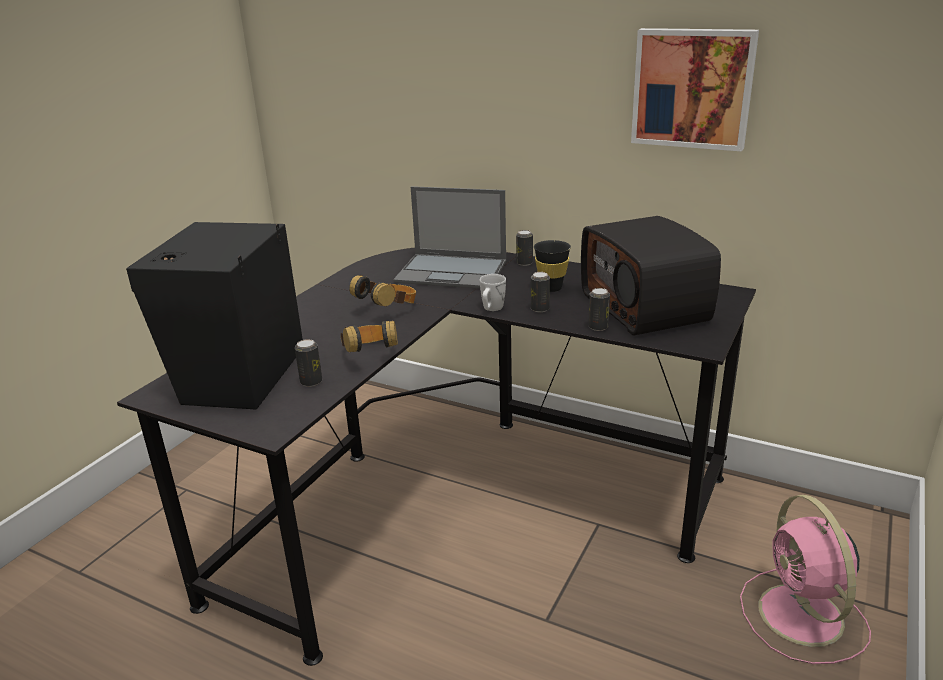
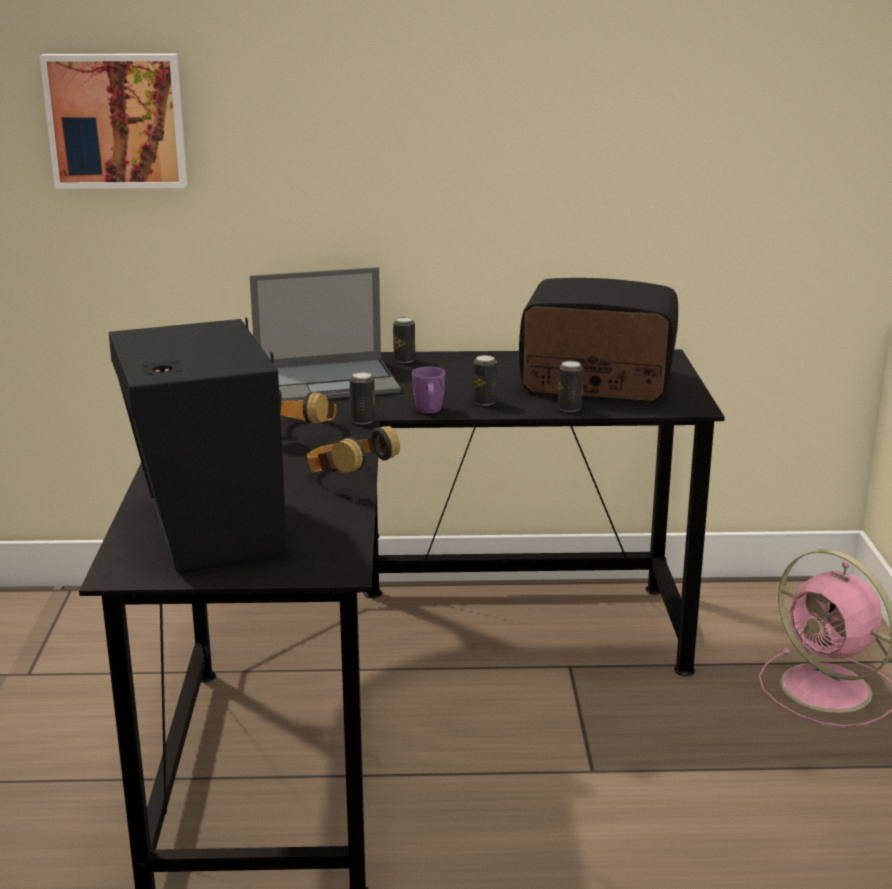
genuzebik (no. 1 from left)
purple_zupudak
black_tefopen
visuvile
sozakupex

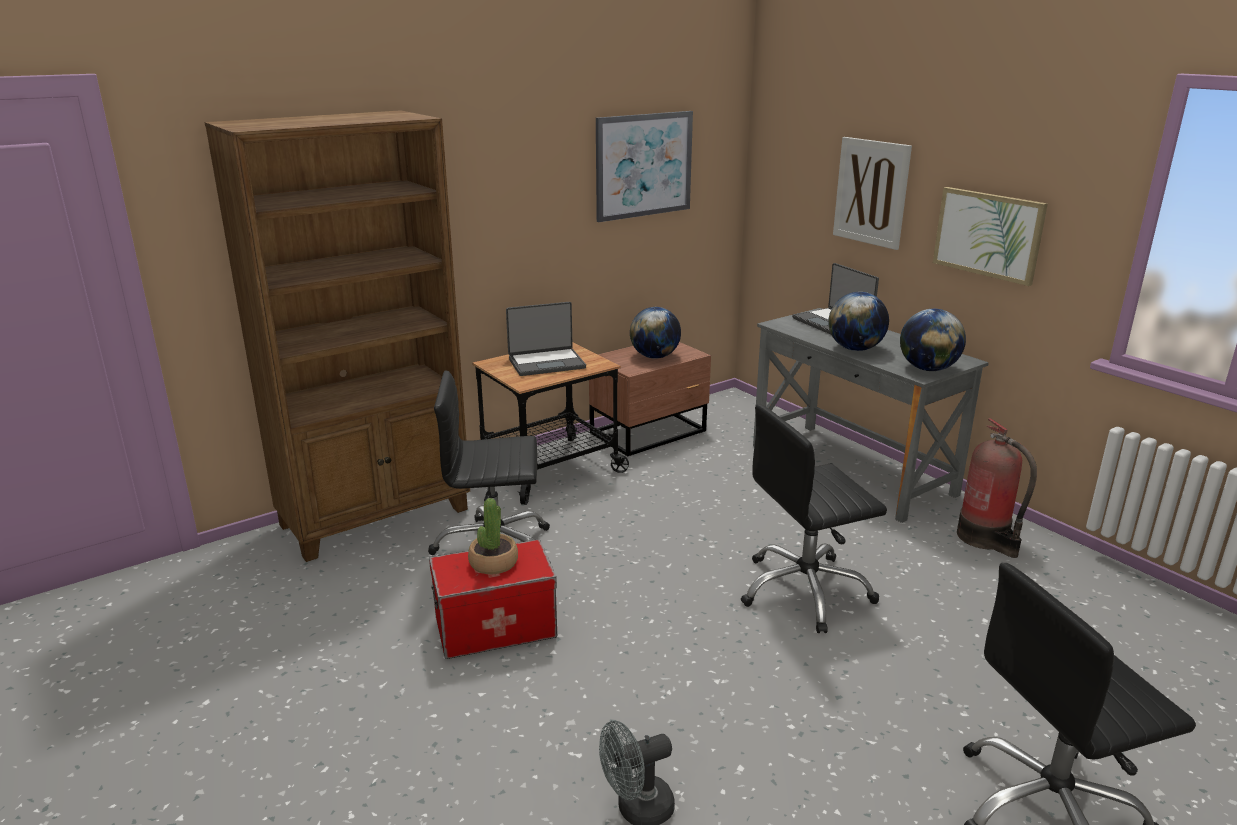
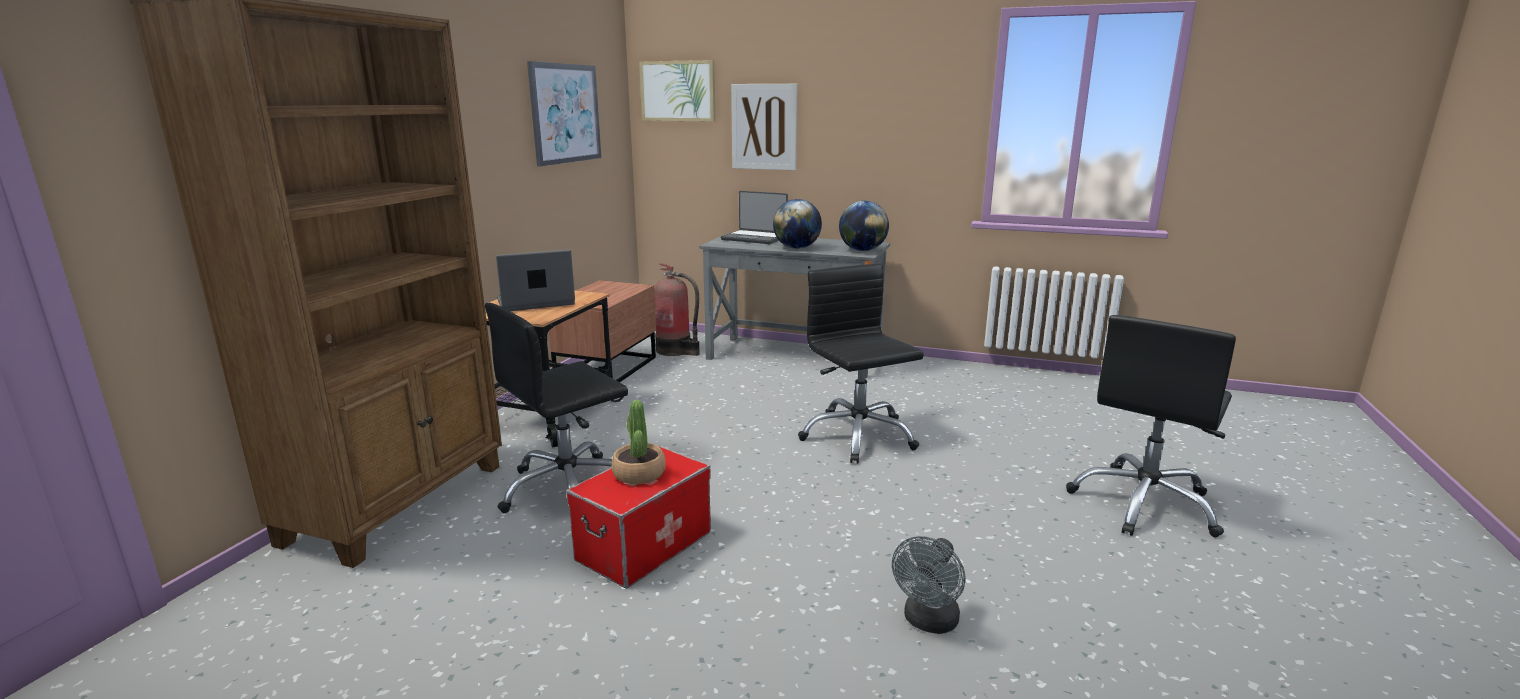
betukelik (no. 1 from left)
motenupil (no. 1 from left in the first image)
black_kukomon (no. 2 from left)
sozakupex (no. 2 from left)
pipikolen

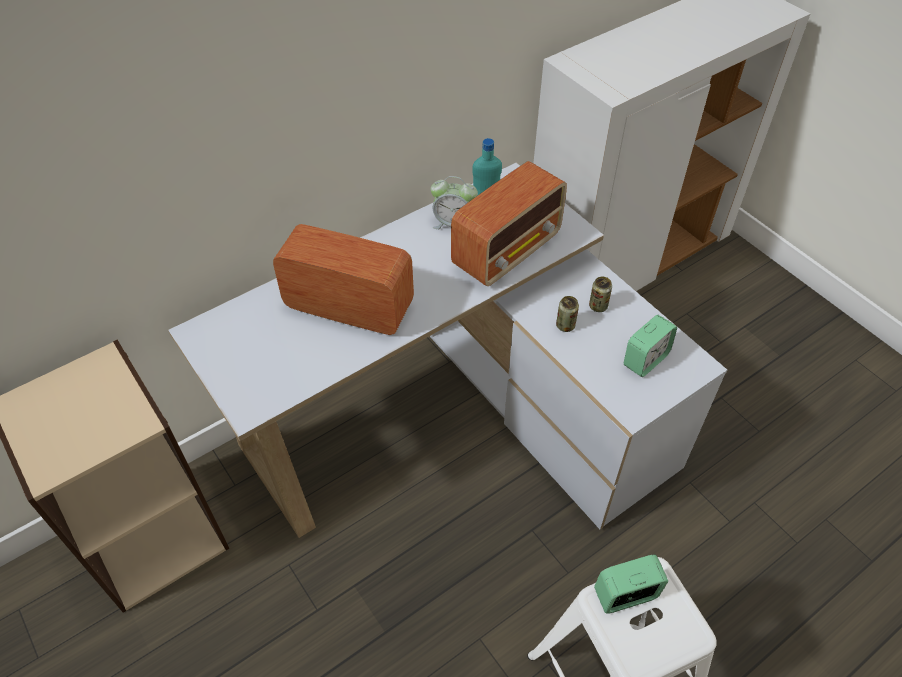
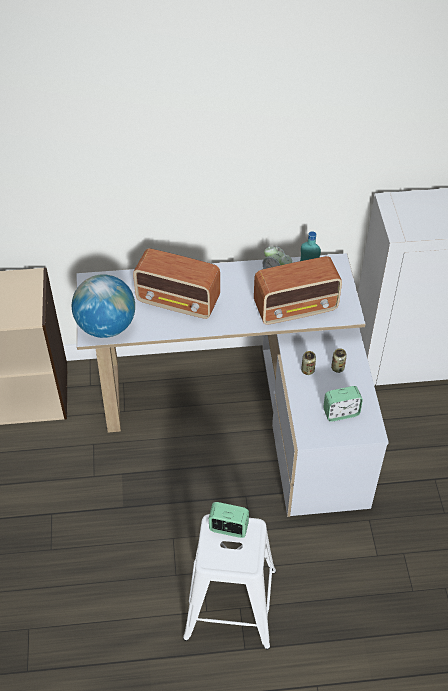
visuvile (no. 1 from left)
motenupil

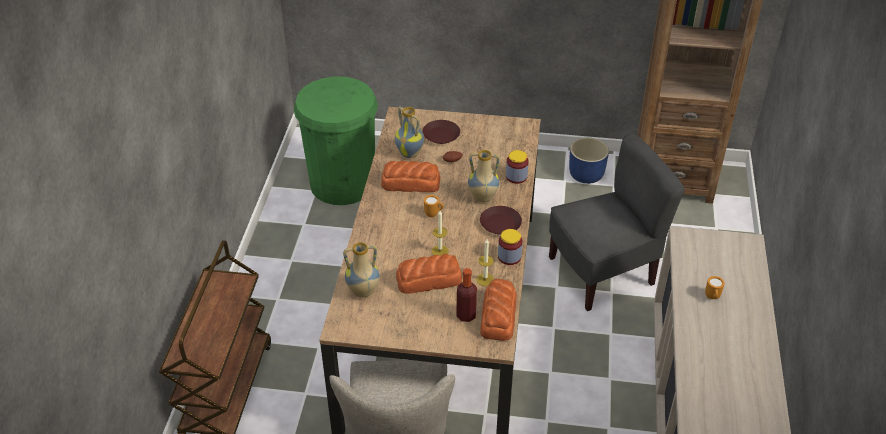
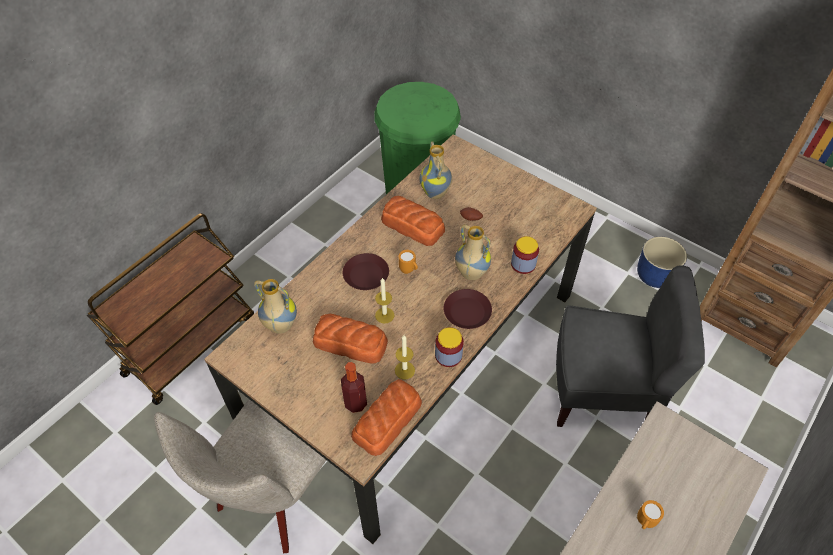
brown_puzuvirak (no. 1 from left)

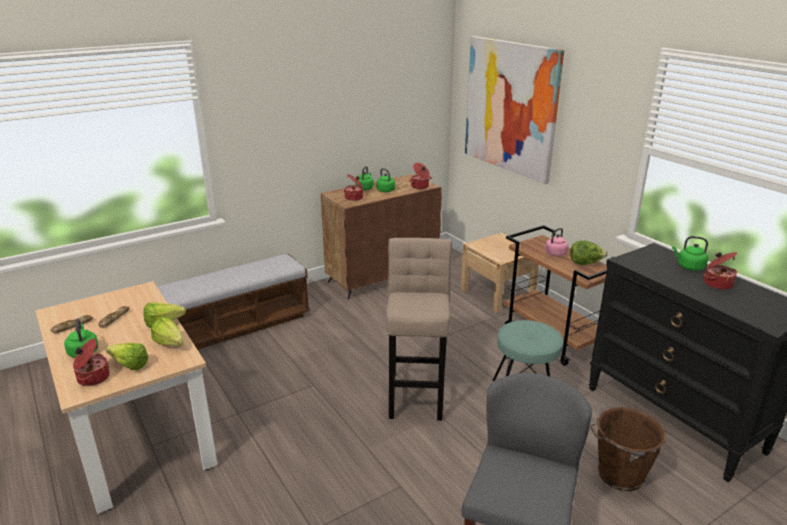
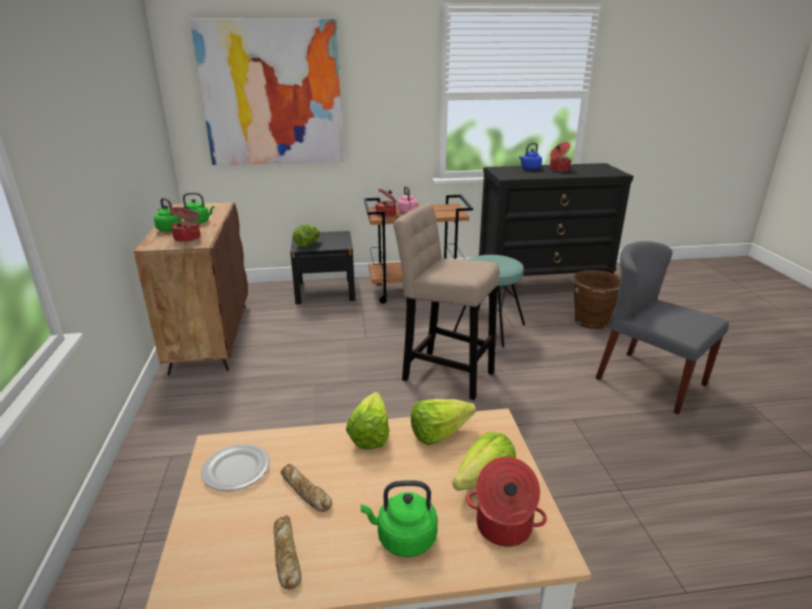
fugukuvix
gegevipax (no. 2 from left)
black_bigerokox
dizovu (no. 1 from left)
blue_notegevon
puzuvirak

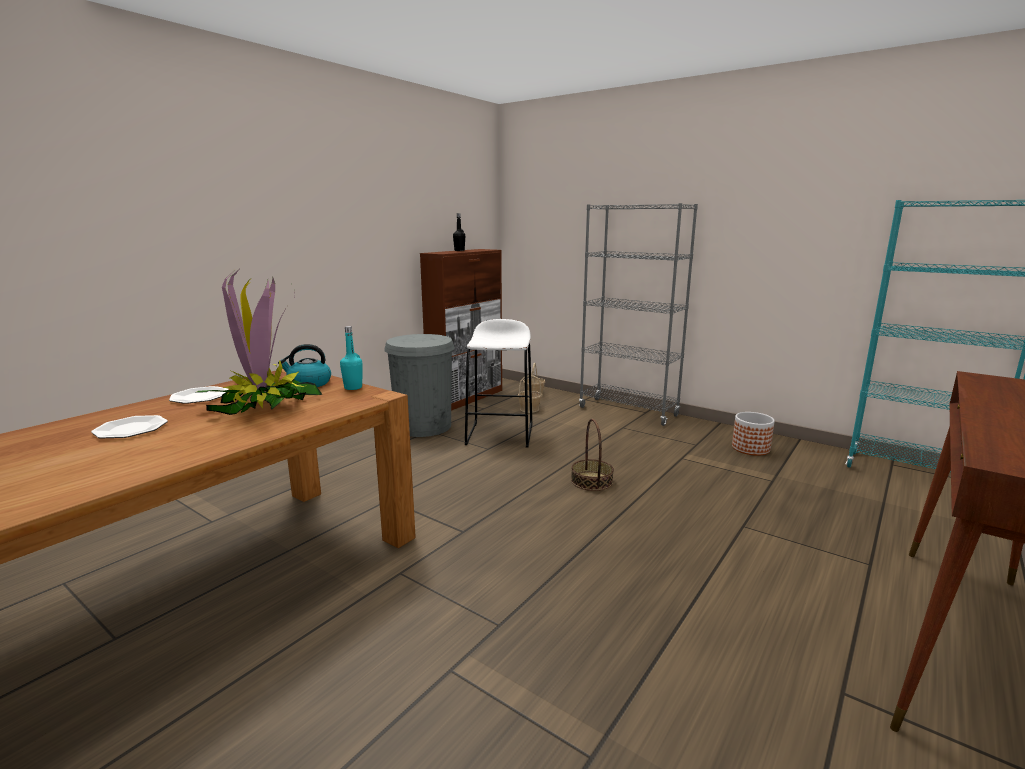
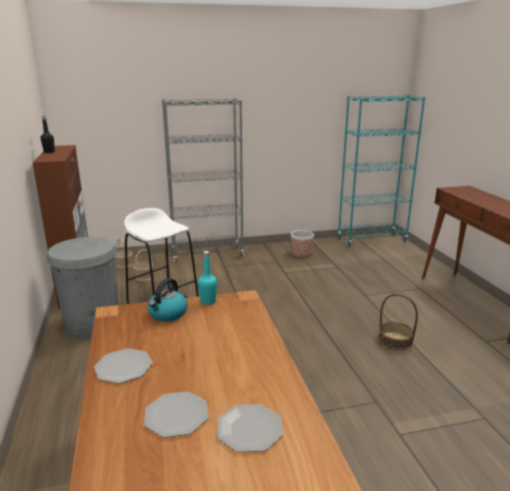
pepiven
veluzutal (no. 3 from left)
puzuvirak (no. 3 from left)

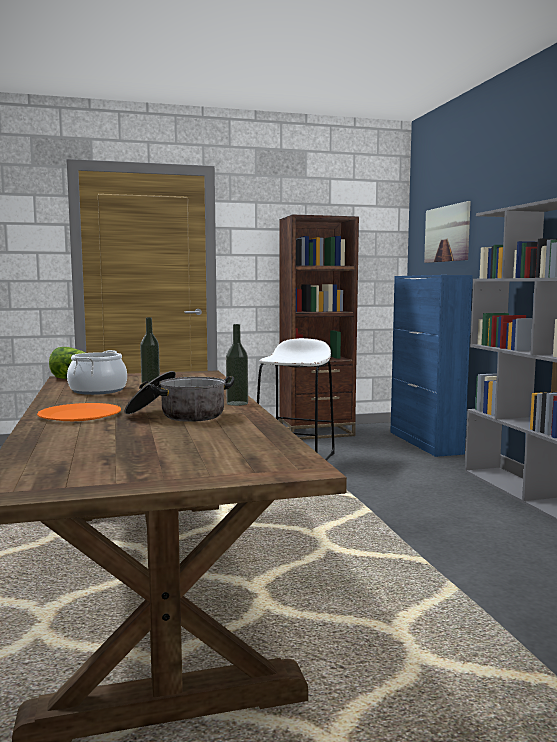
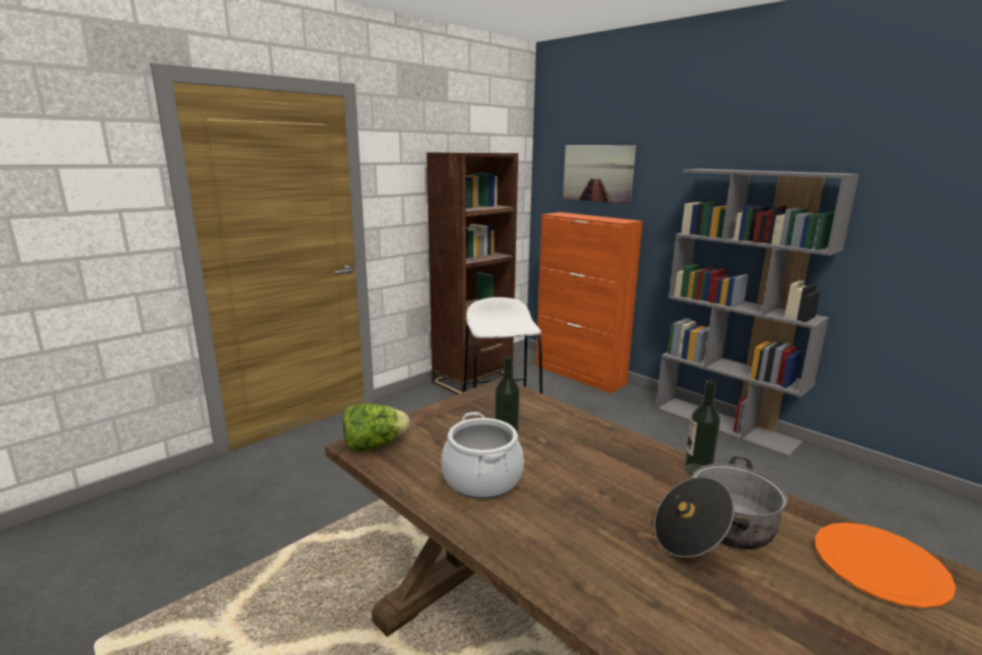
orange_puzuvirak
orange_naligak

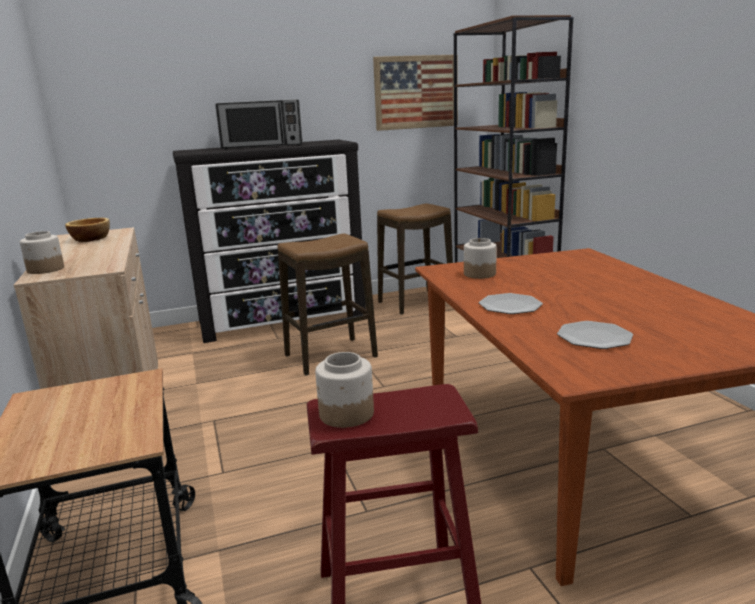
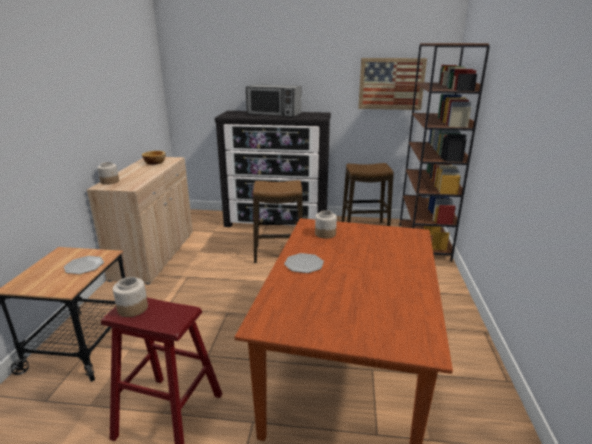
puzuvirak (no. 1 from left)

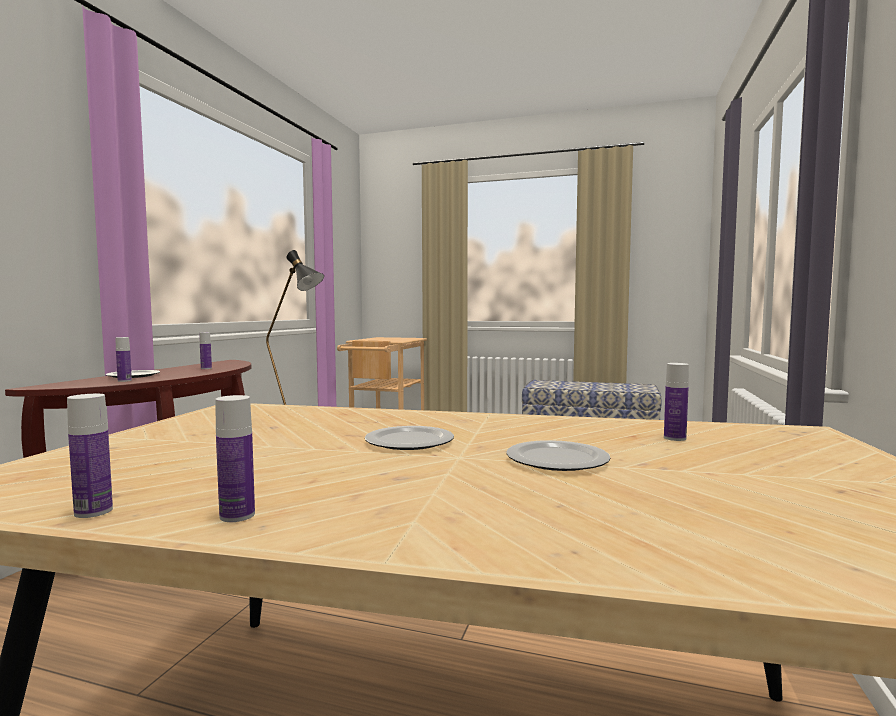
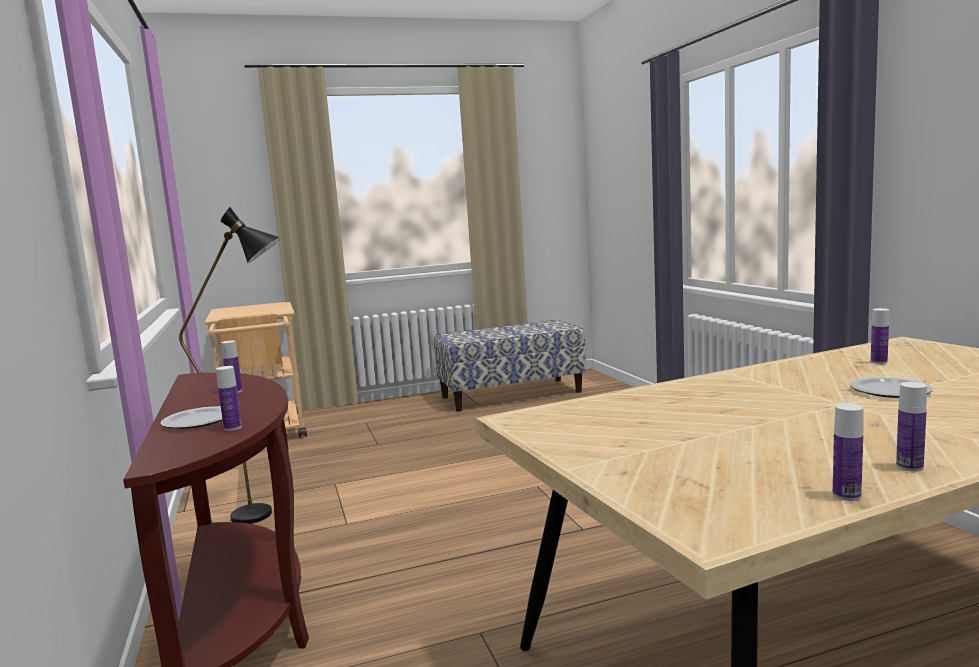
puzuvirak (no. 2 from left in the first image)

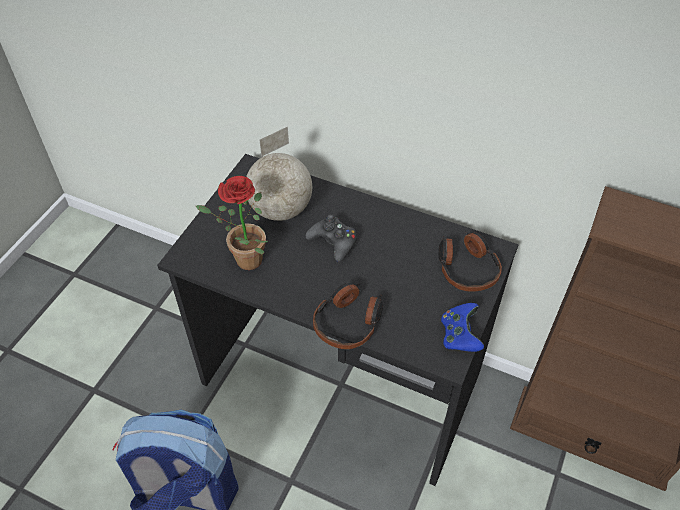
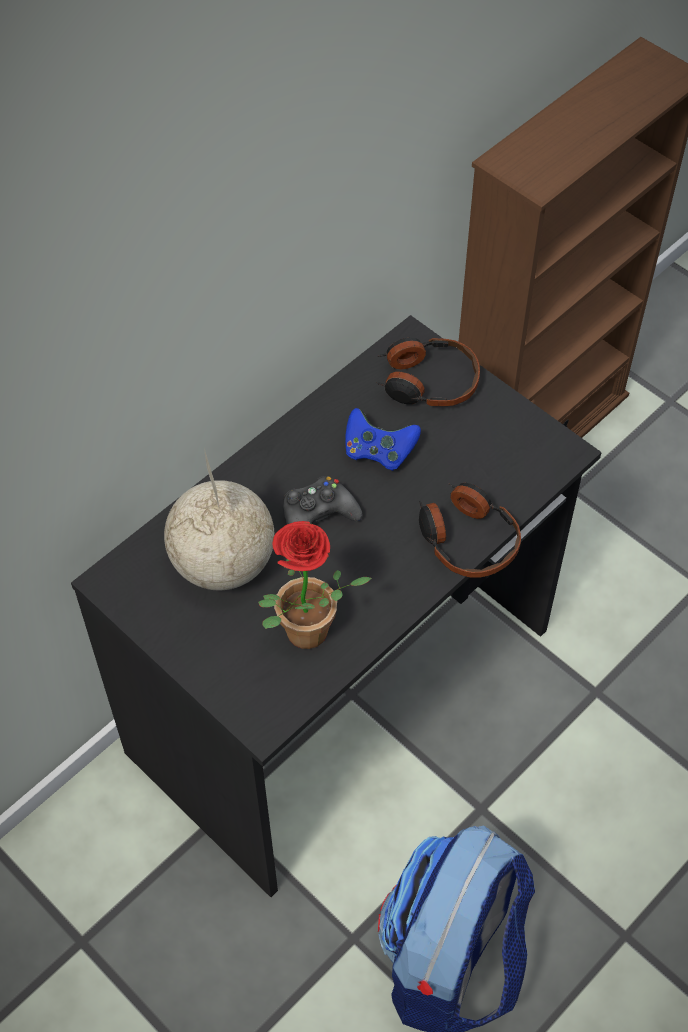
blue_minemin

